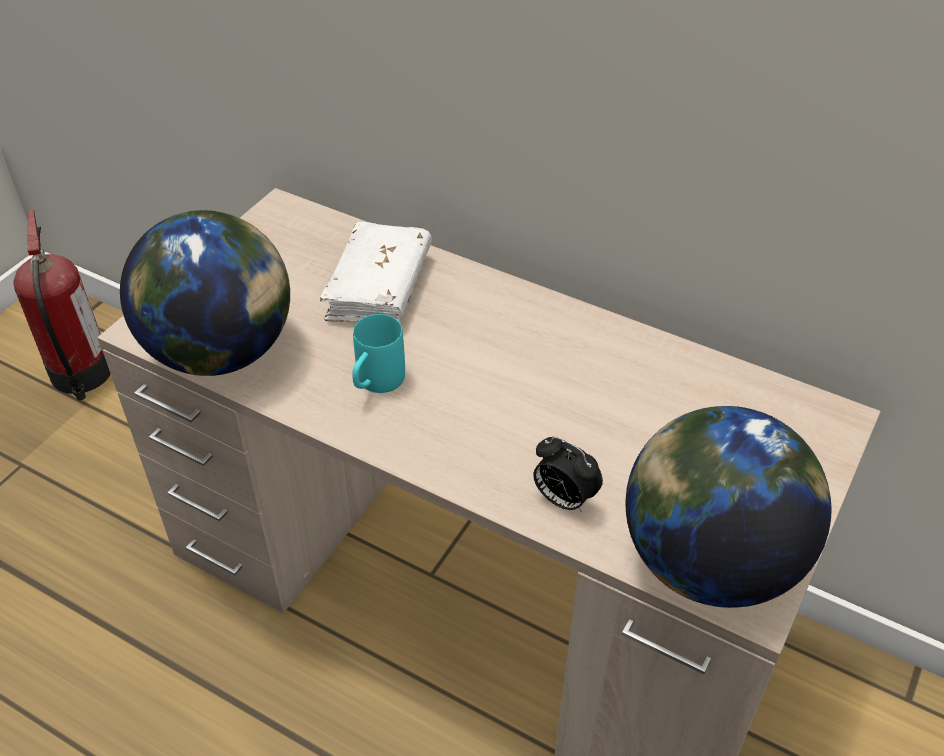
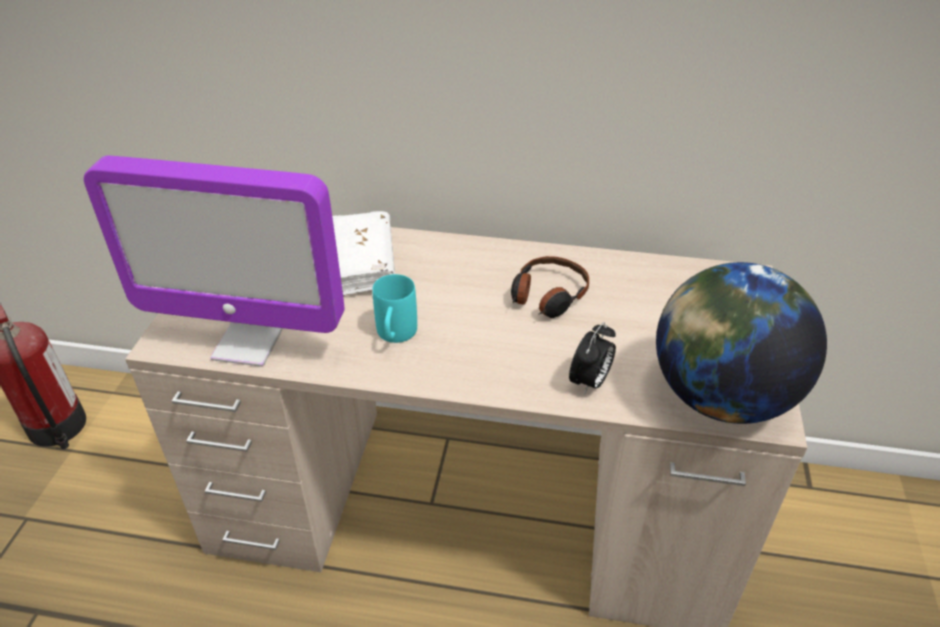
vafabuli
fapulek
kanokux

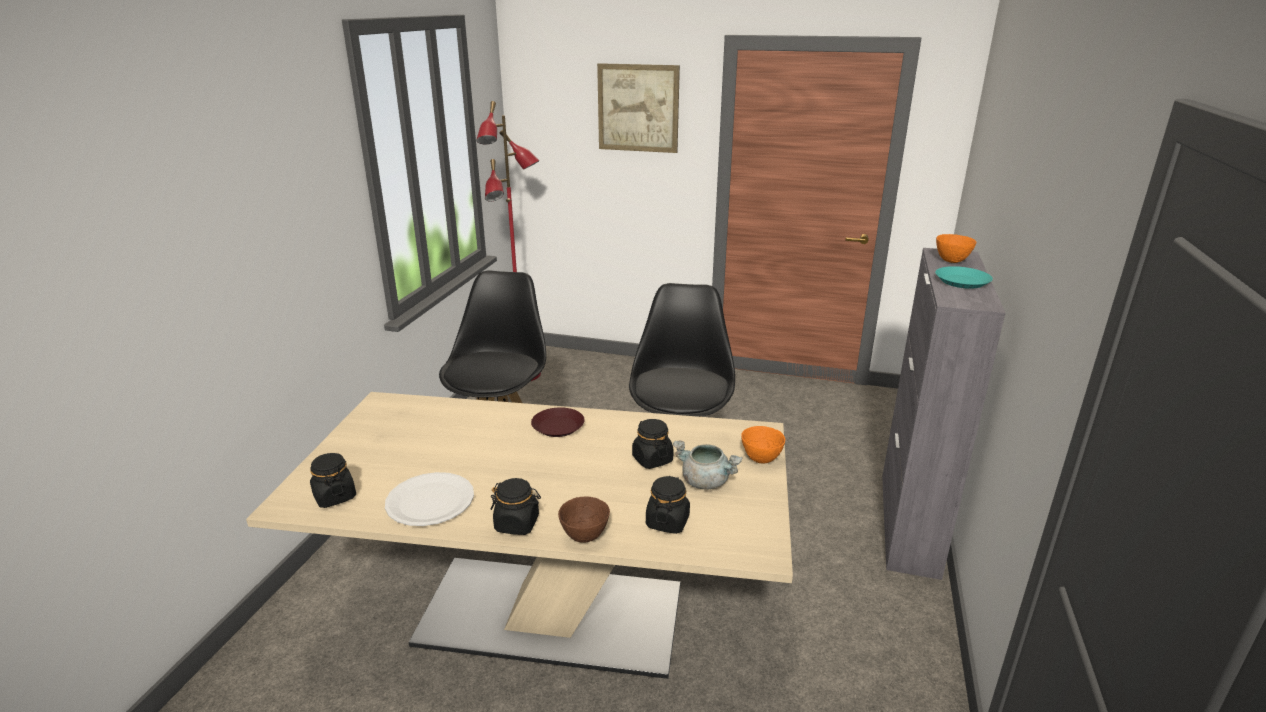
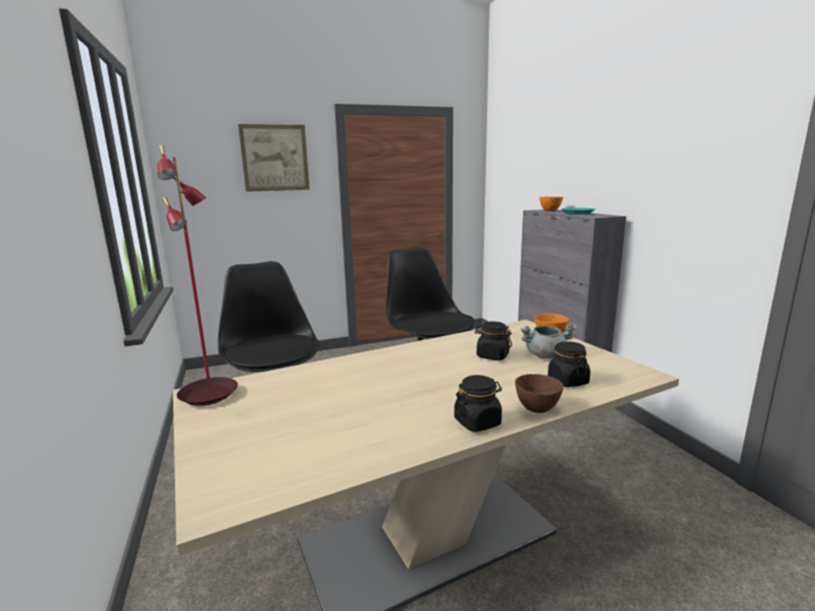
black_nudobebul (no. 1 from left in the first image)
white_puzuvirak
brown_puzuvirak

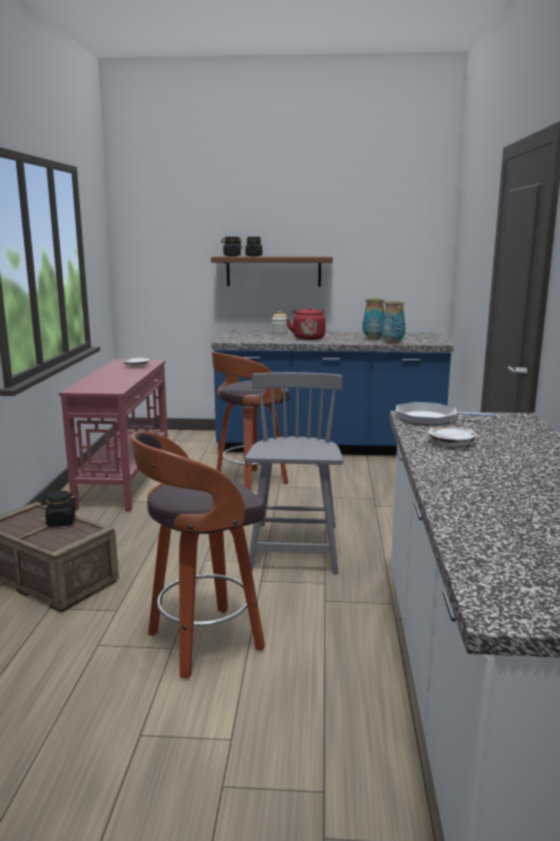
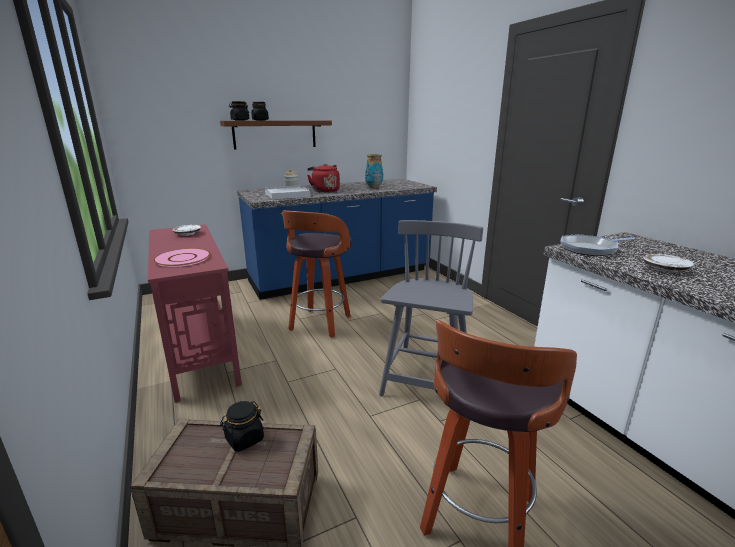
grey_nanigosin
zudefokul (no. 2 from left in the first image)
pink_puzuvirak
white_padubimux

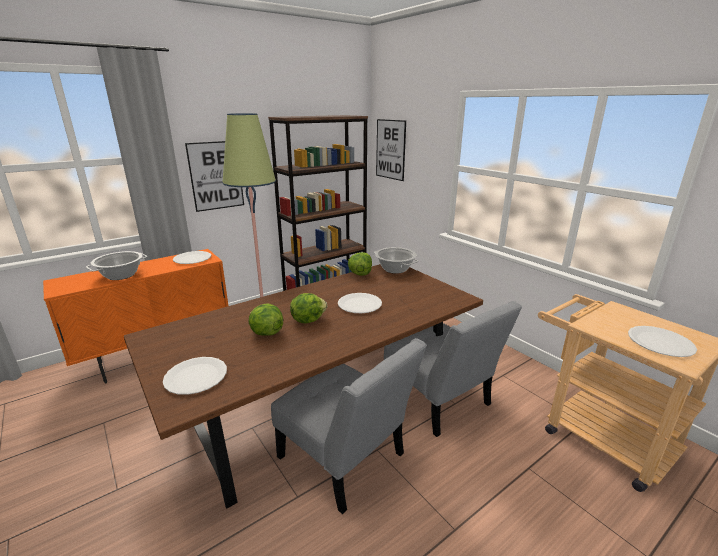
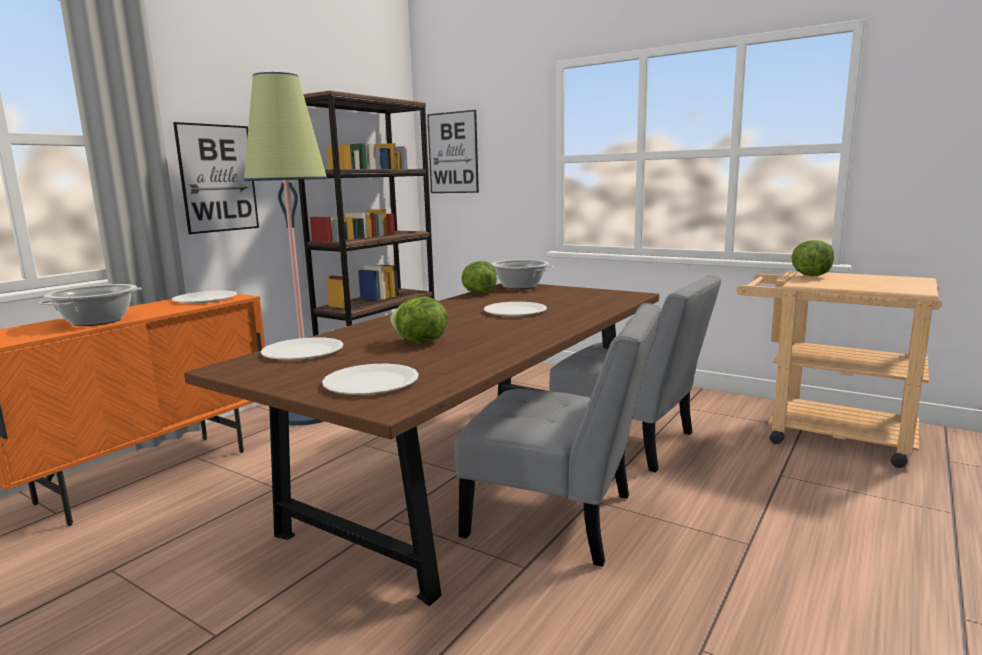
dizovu (no. 3 from left)
white_puzuvirak (no. 2 from left)

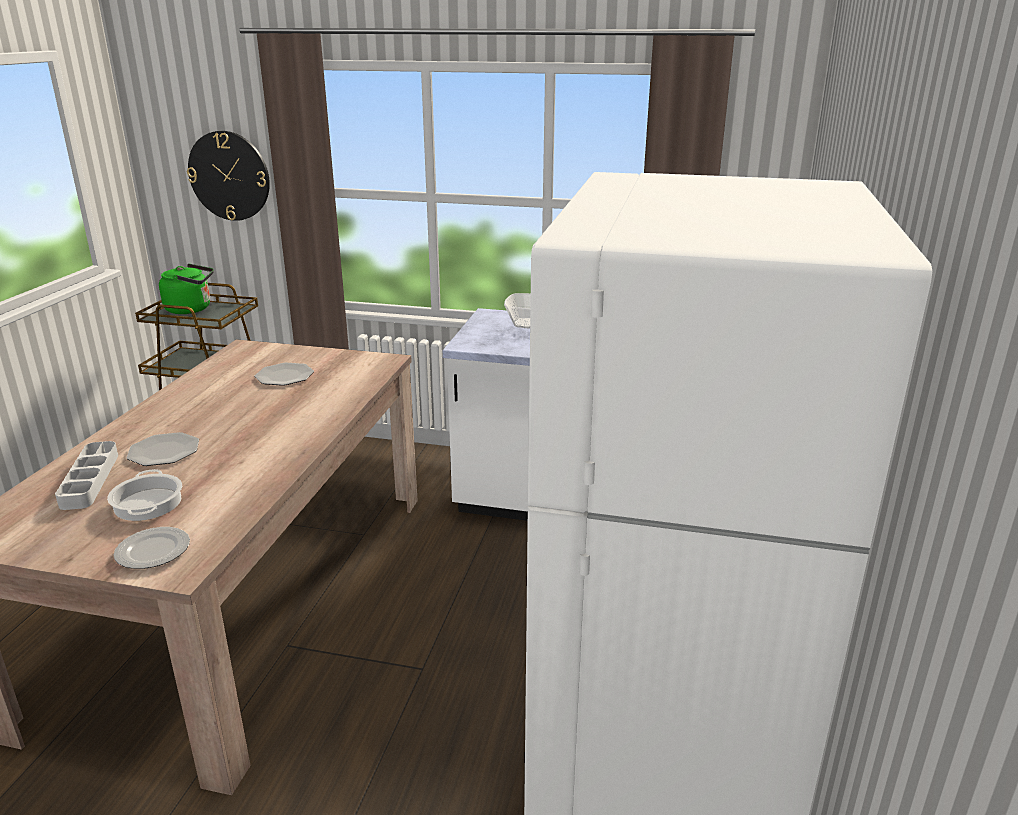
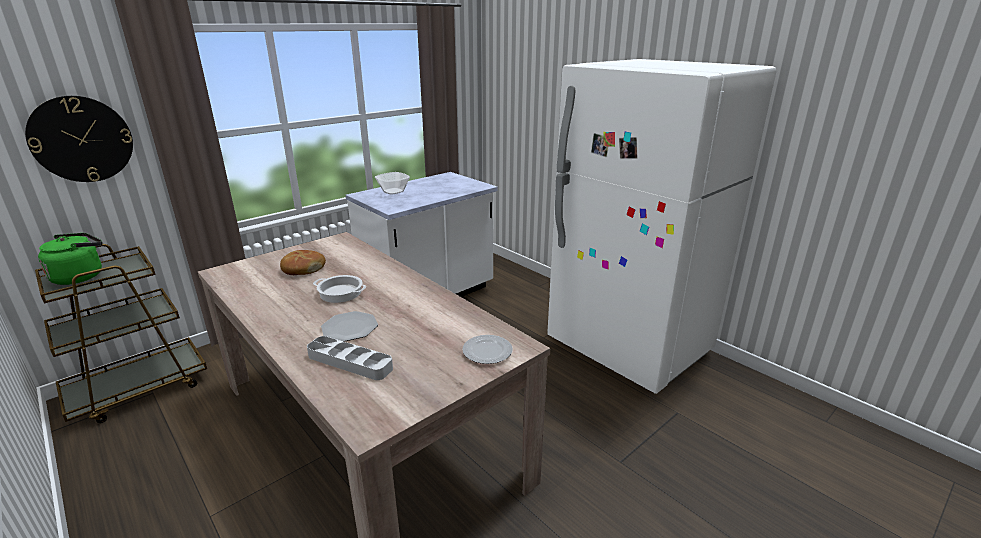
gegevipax
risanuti

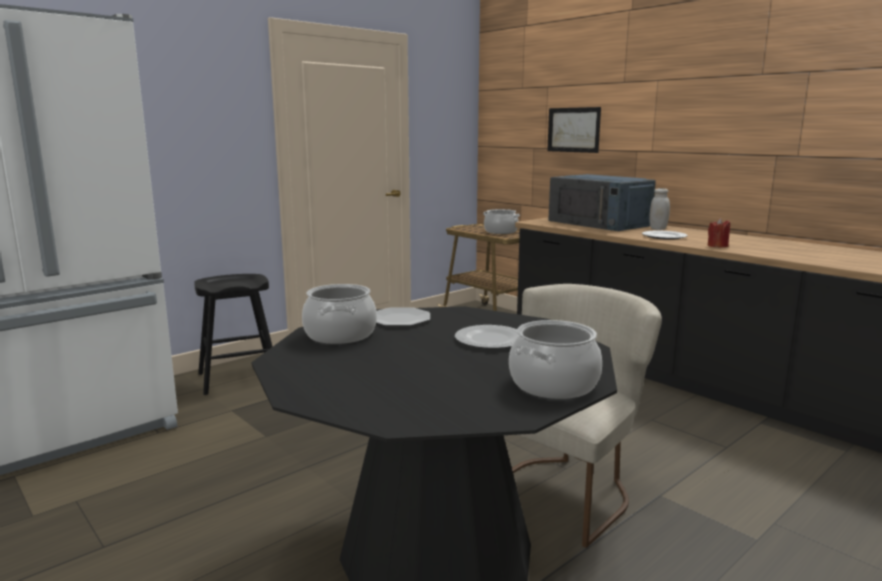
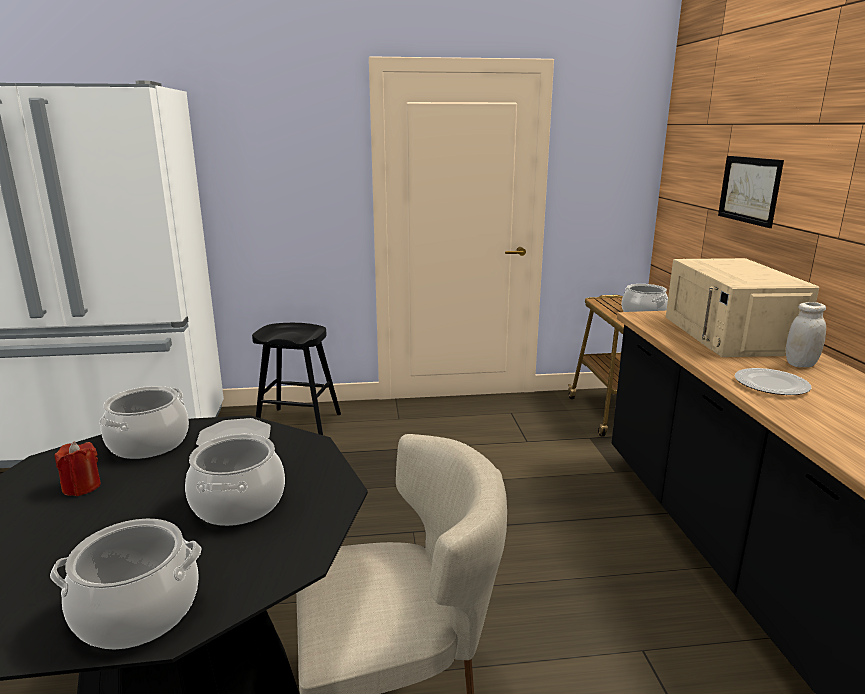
gegevipax (no. 3 from left)
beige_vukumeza
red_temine

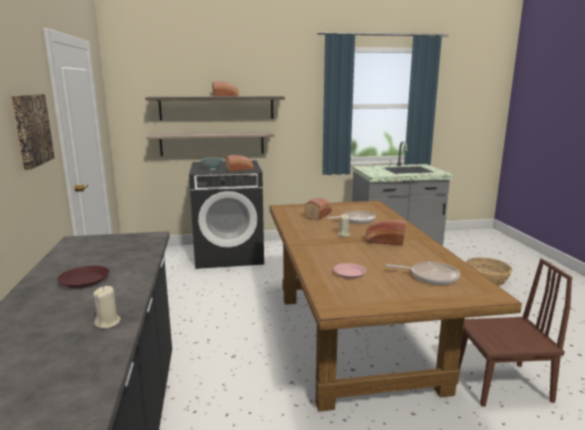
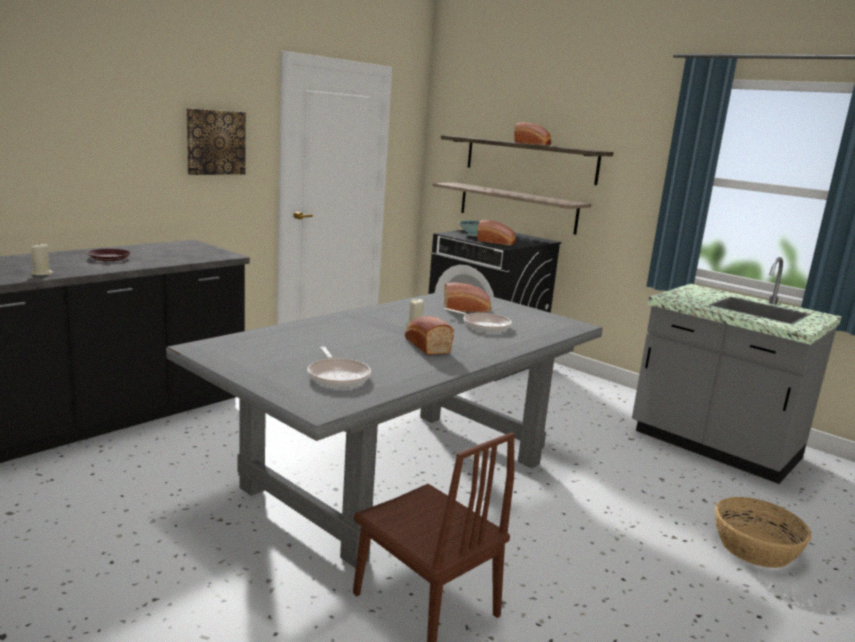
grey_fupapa
pink_puzuvirak

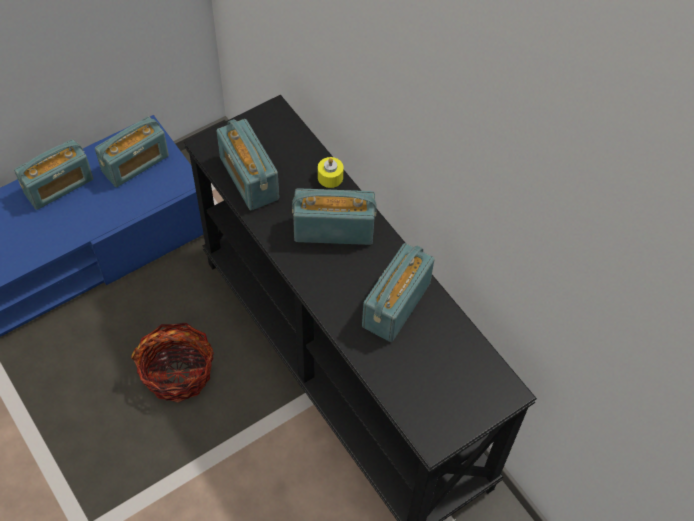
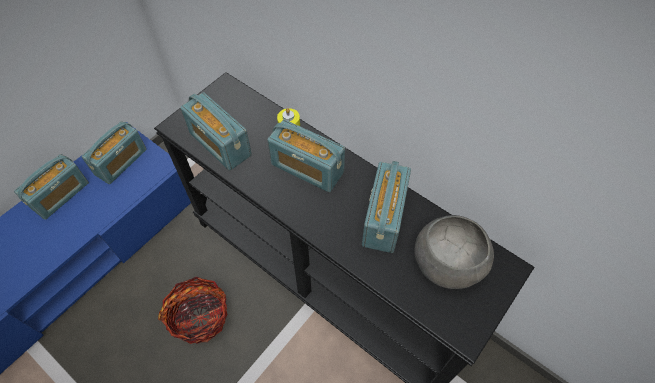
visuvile (no. 4 from left)
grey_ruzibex

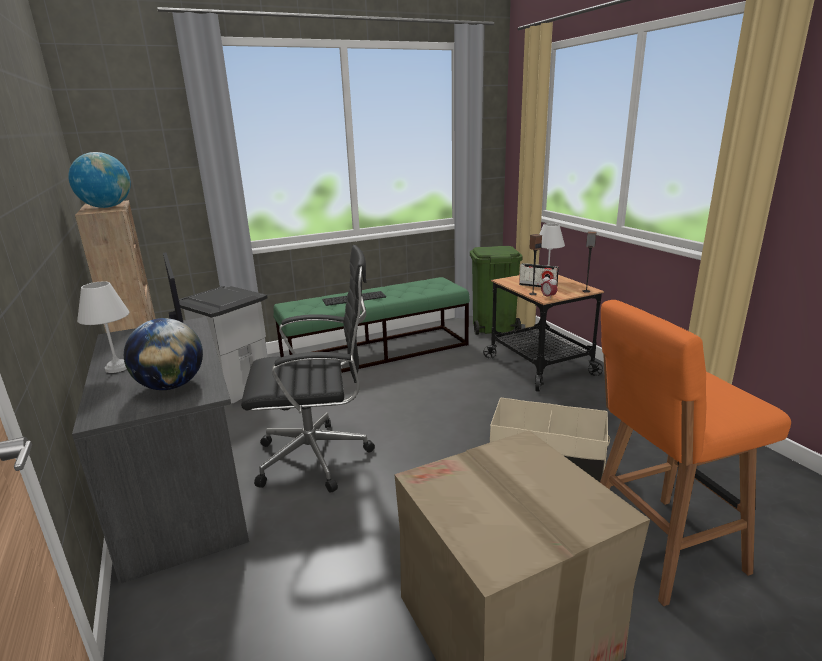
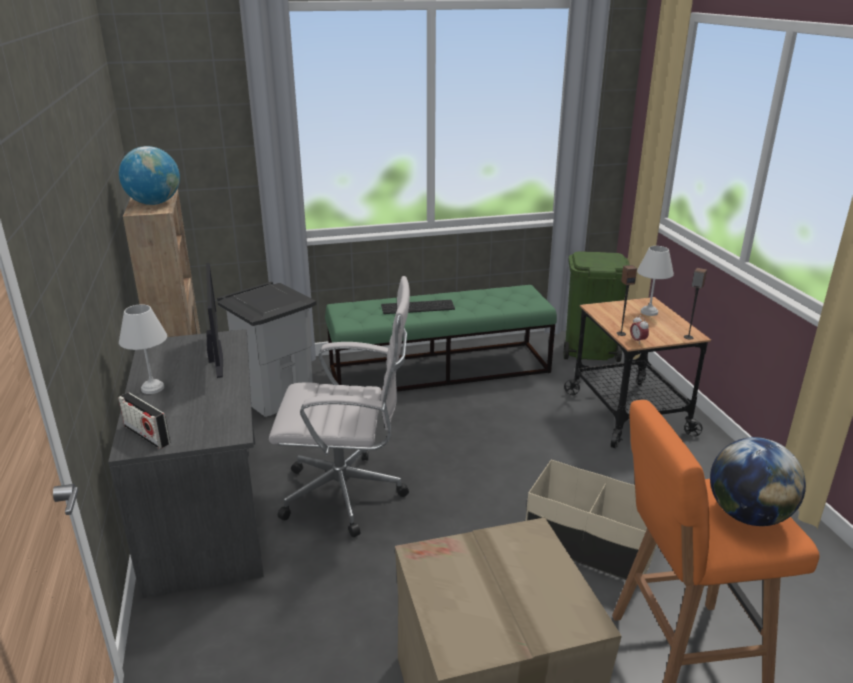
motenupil (no. 2 from left)
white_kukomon
visuvile

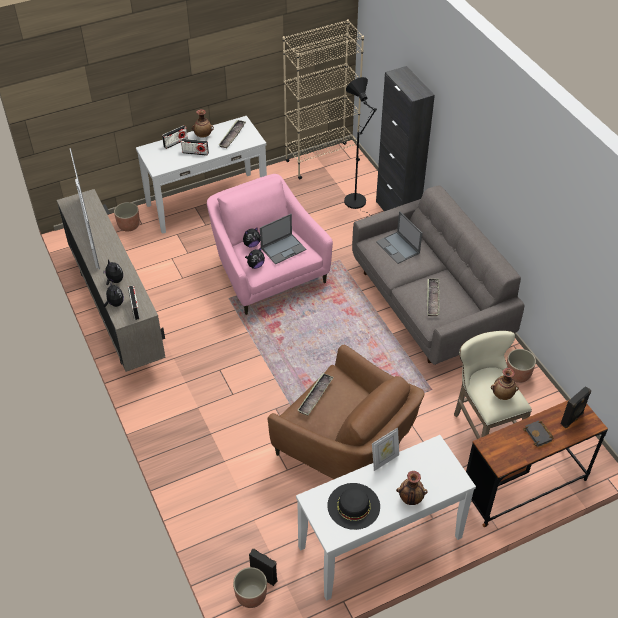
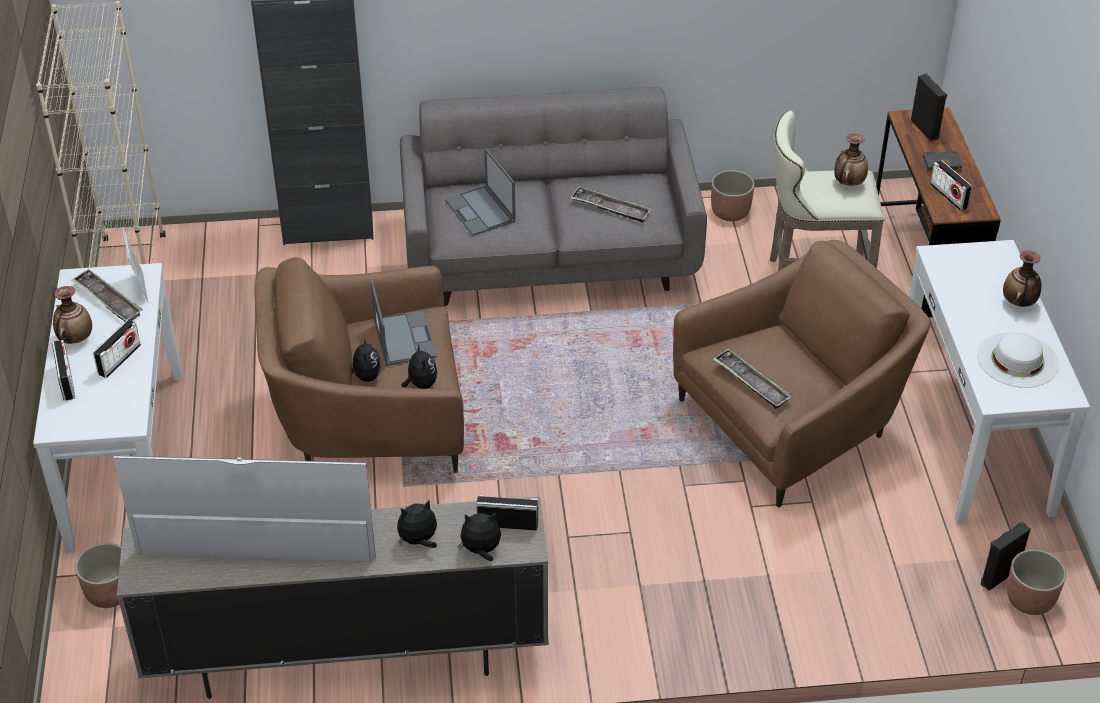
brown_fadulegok (no. 1 from left)
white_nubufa
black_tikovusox
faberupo
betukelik (no. 2 from left)
visuvile (no. 4 from left)

